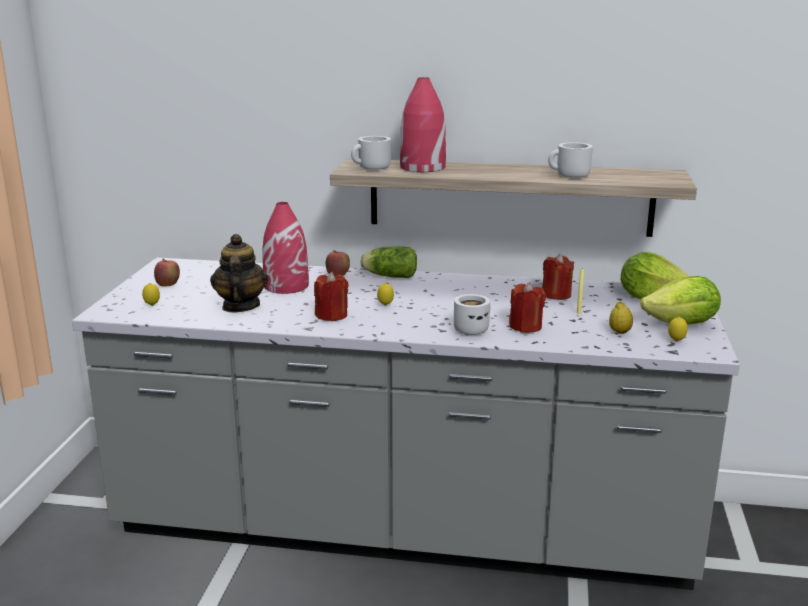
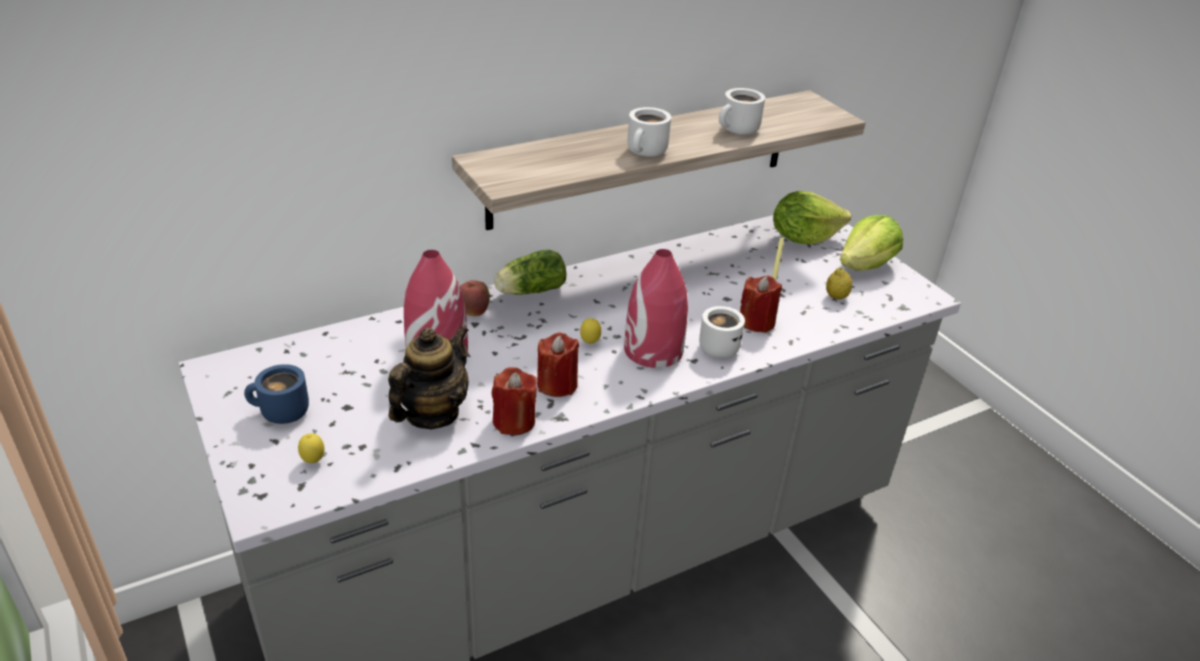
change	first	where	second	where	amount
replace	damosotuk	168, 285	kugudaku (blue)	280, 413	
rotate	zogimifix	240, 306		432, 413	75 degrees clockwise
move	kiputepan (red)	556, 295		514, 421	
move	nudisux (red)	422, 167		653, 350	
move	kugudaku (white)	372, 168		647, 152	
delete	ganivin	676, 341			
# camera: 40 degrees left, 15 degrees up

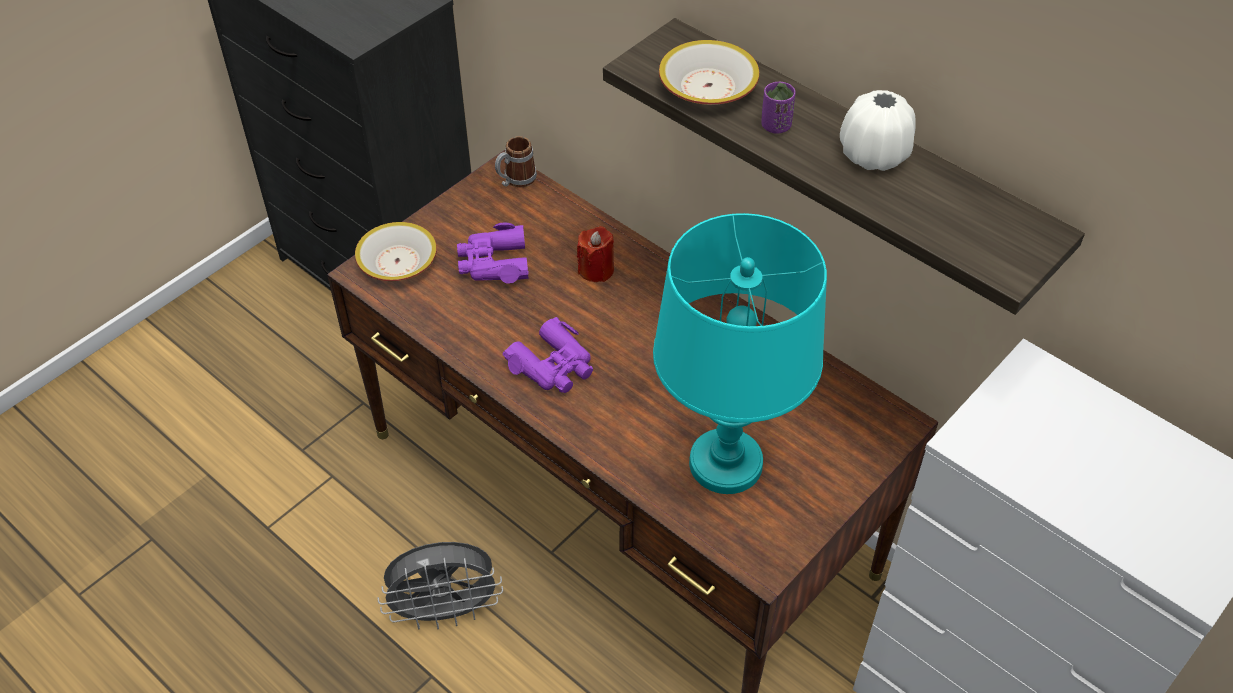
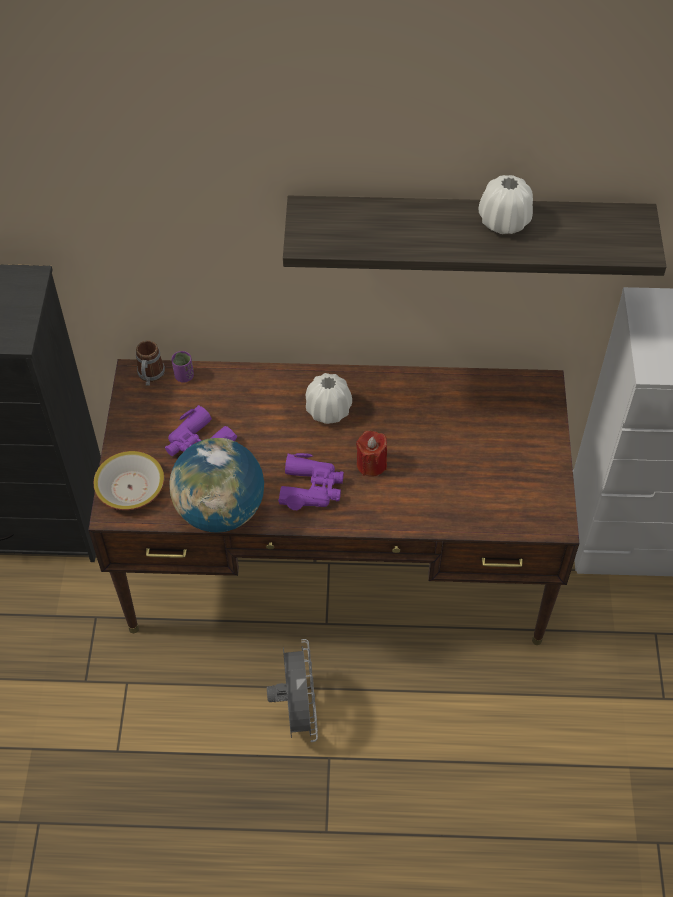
change	first	where	second	where	amount
insert			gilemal	220, 510	
move	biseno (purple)	775, 126		184, 376	
rotate	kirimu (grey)	446, 611		297, 711	45 degrees counterclockwise
insert			nudisux (white)	328, 410	
move	kiputepan (red)	596, 269		371, 464	
delete	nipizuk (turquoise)	726, 463			
delete	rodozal	708, 87			
# camera: 40 degrees left, 5 degrees up

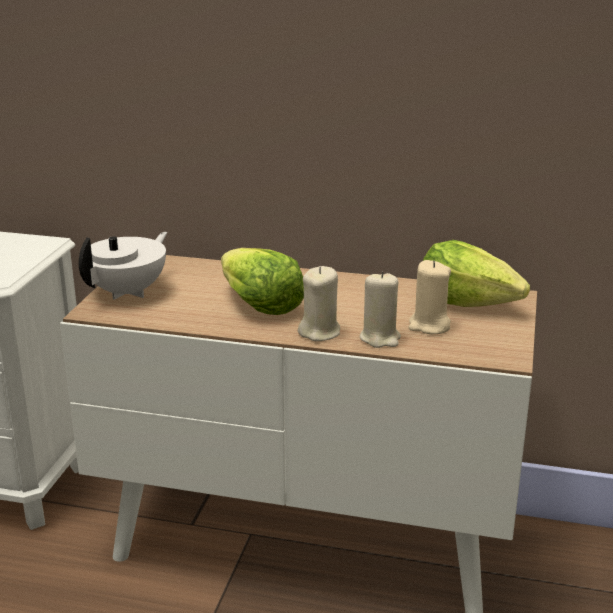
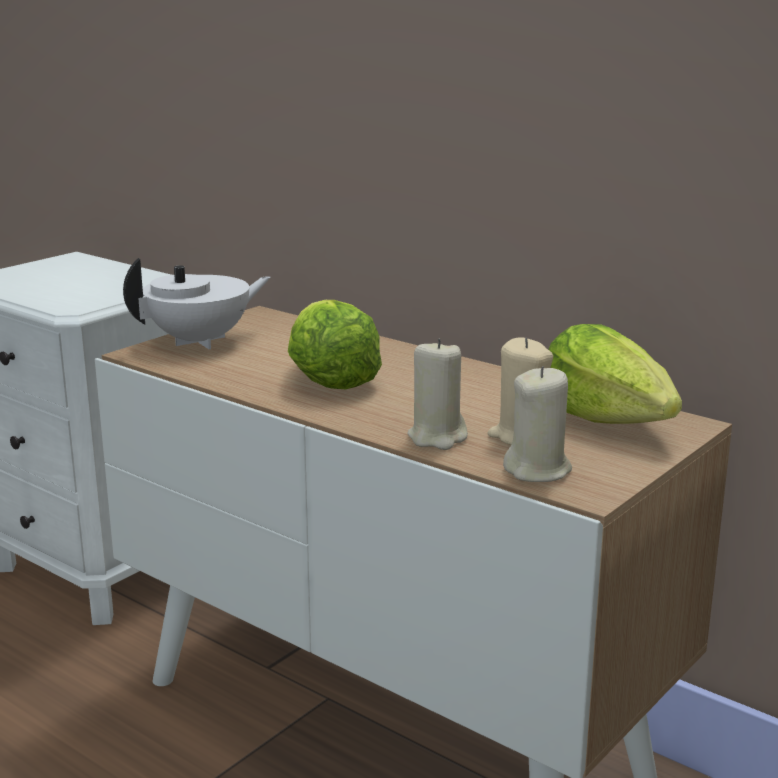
change	first	where	second	where	amount
move	kiputepan (beige)	320, 332		538, 470	
# camera: 25 degrees right, 5 degrees down

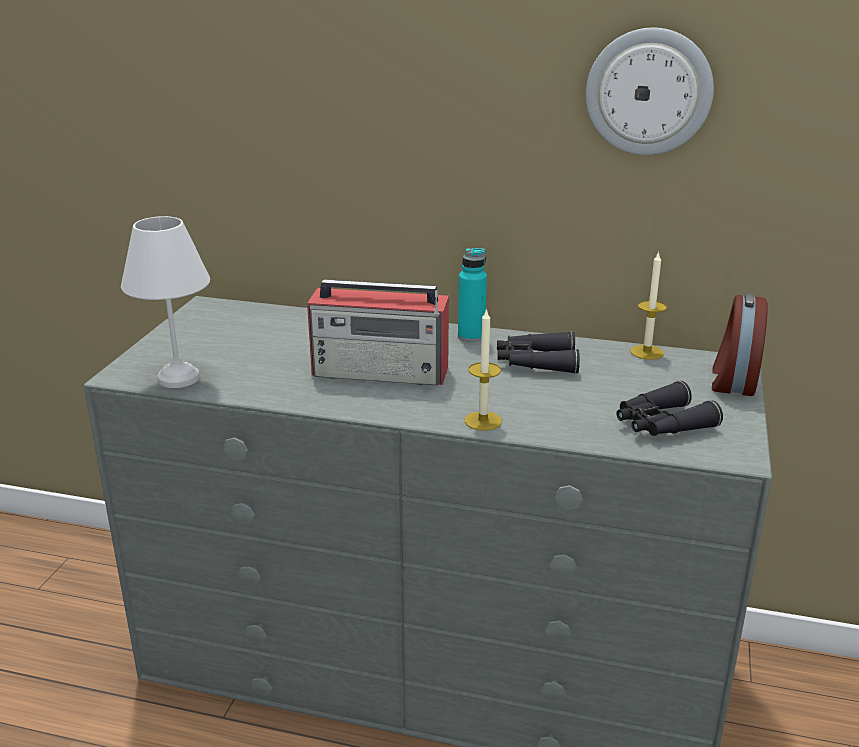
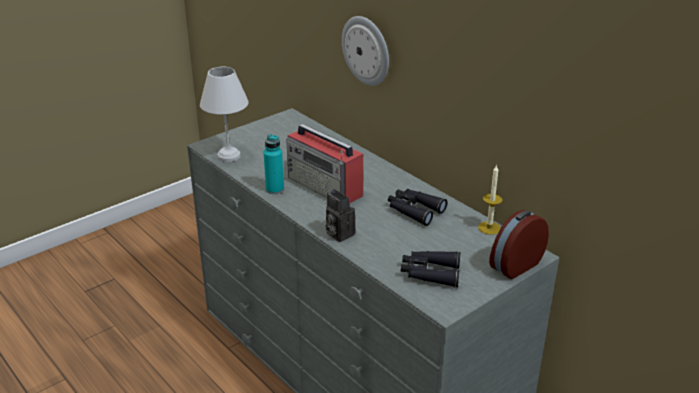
change	first	where	second	where	amount
move	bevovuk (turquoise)	471, 336		275, 189	
replace	kiputepan	483, 421	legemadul	338, 234	
move	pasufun	648, 92		366, 50	
# camera: 35 degrees right, 5 degrees up

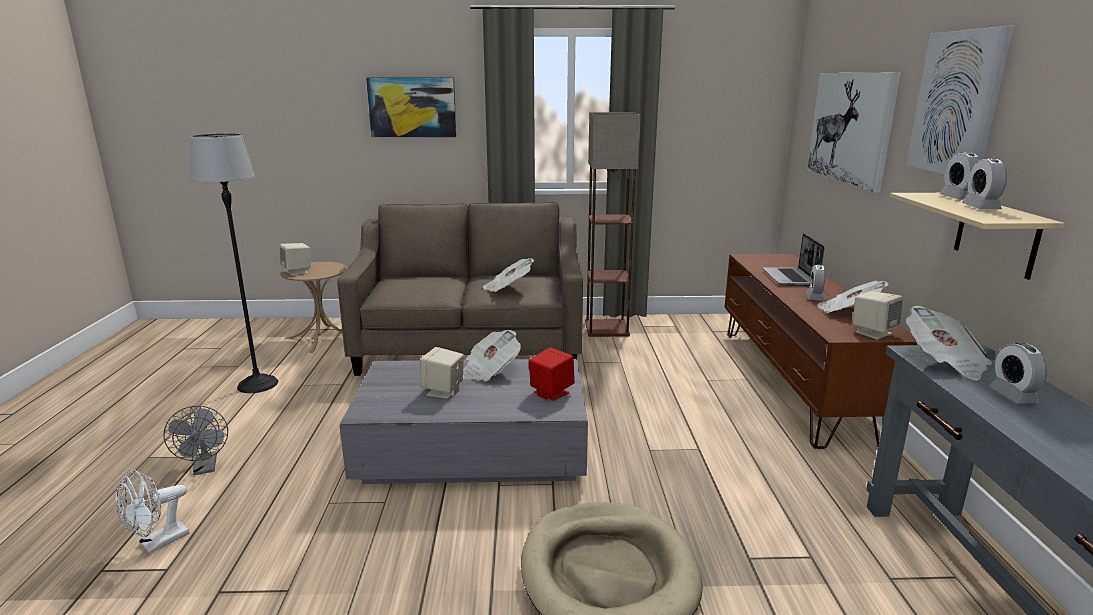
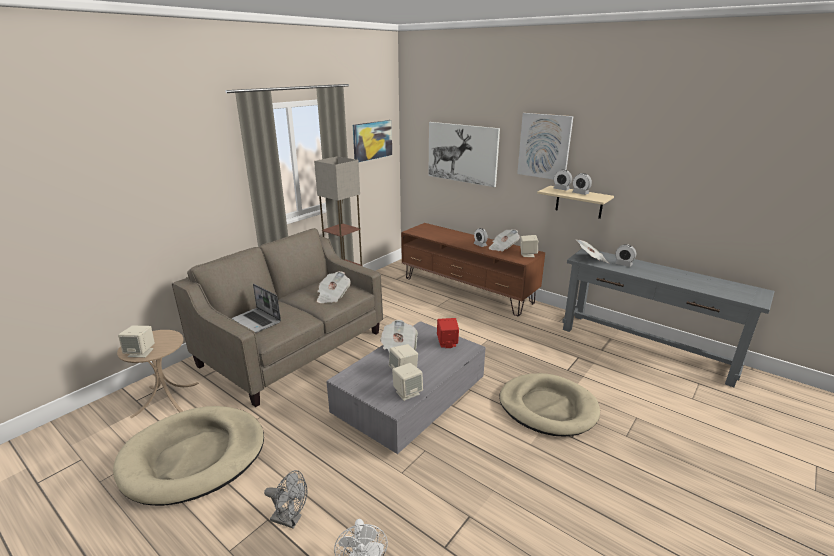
change	first	where	second	where	amount
replace	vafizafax	257, 384	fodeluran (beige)	194, 457	
move	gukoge	790, 278		257, 321	
move	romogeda	412, 107		372, 140	
insert			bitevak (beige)	407, 392	
# camera: 50 degrees left, 5 degrees up

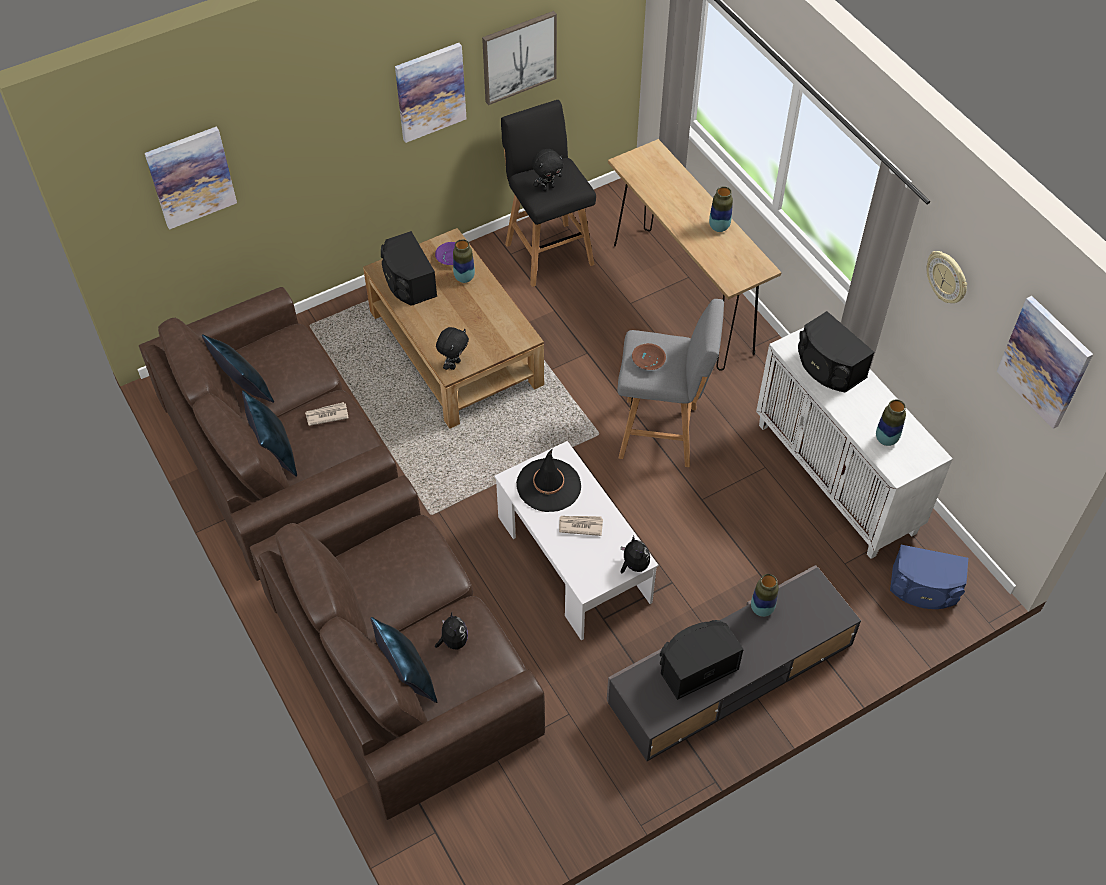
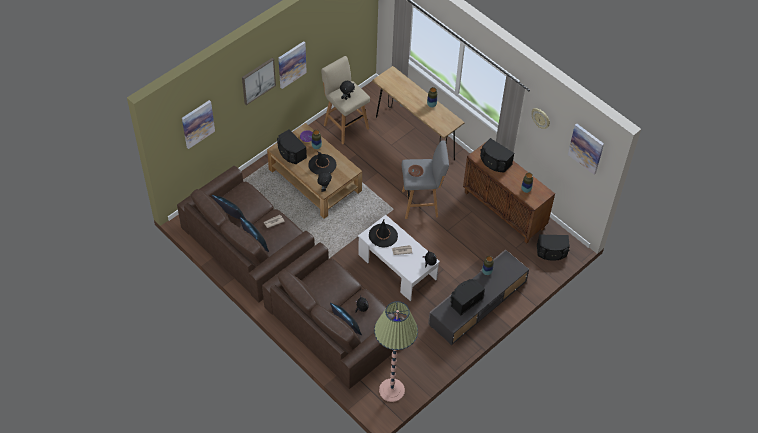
change	first	where	second	where	amount
move	romogeda	519, 57		258, 80	
insert			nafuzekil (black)	322, 165	
recolor	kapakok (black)	548, 252	kapakok (beige)	345, 125	
insert			vafizafax	391, 390	
recolor	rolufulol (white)	837, 478	rolufulol (brown)	504, 210	
recolor	bitevak (blue)	924, 589	bitevak (black)	551, 252	
# camera: 15 degrees left, 0 degrees up

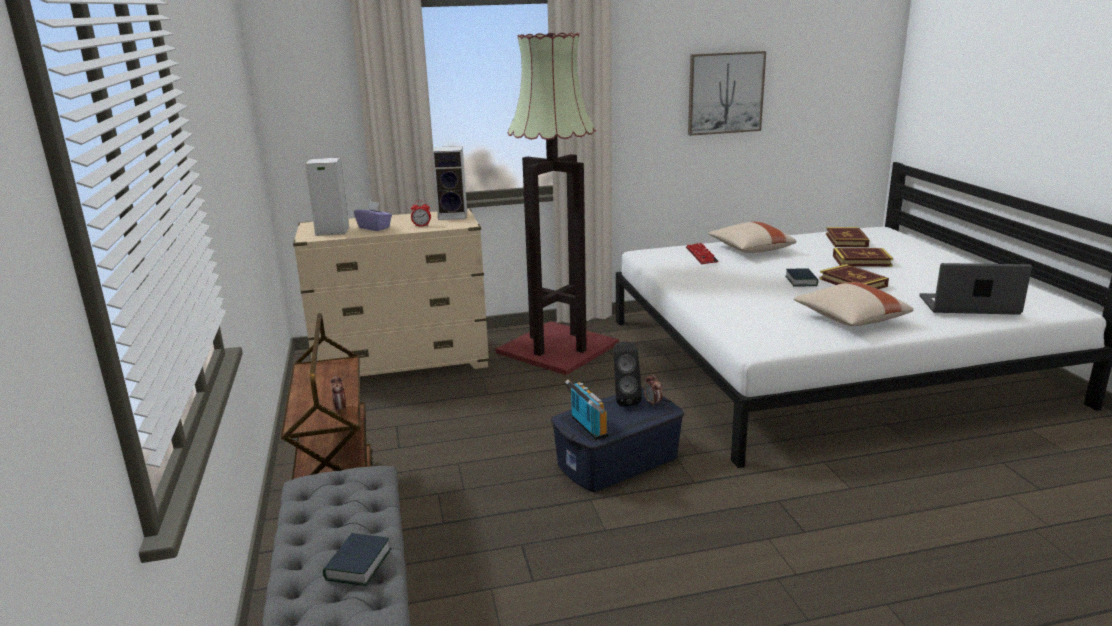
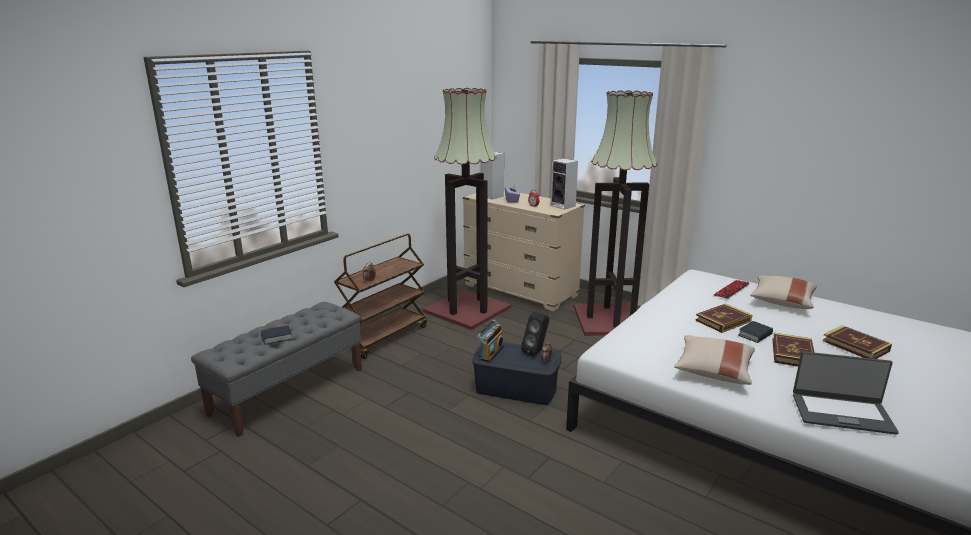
change	first	where	second	where	amount
insert			vafizafax	468, 309	
move	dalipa	846, 240		723, 321	
rotate	gukoge	969, 306		841, 413	135 degrees clockwise
delete	romogeda	725, 93			
# camera: 50 degrees right, 0 degrees up

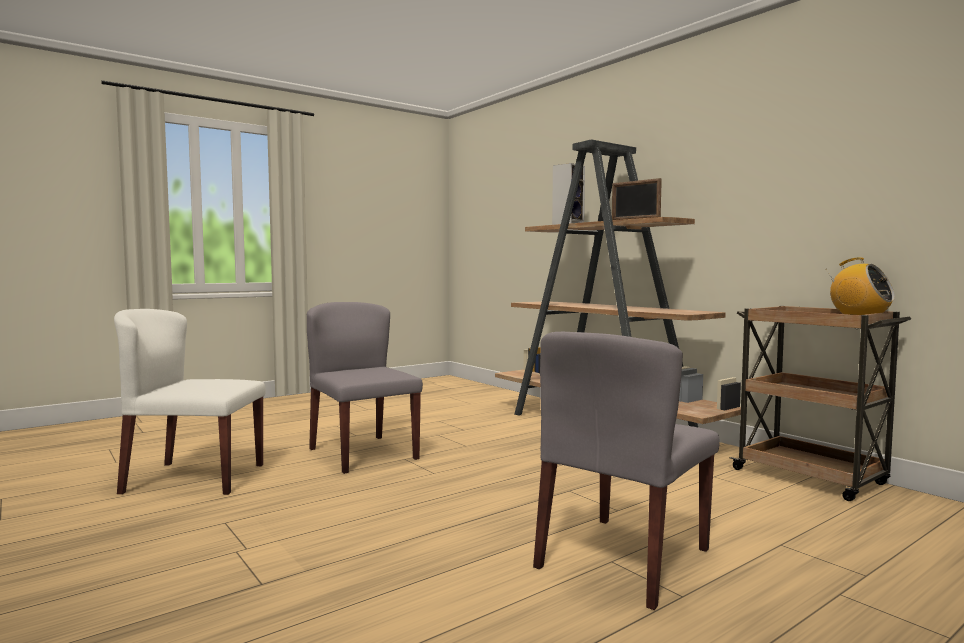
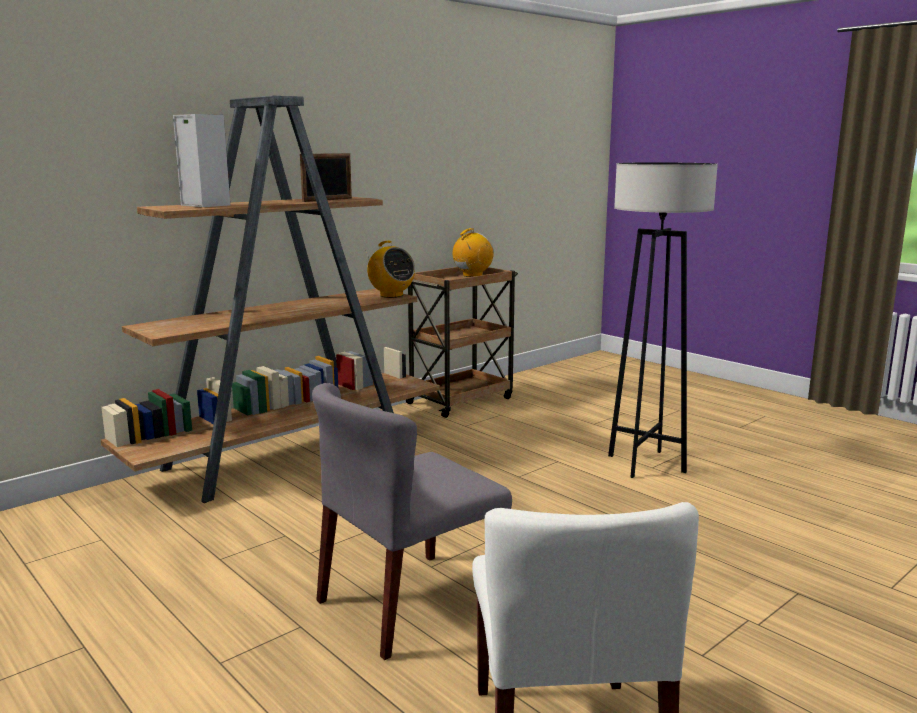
change	first	where	second	where	amount
insert			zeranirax	391, 295	
replace	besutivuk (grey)	623, 559	vafizafax (grey)	646, 464	
# camera: 95 degrees left, 10 degrees up

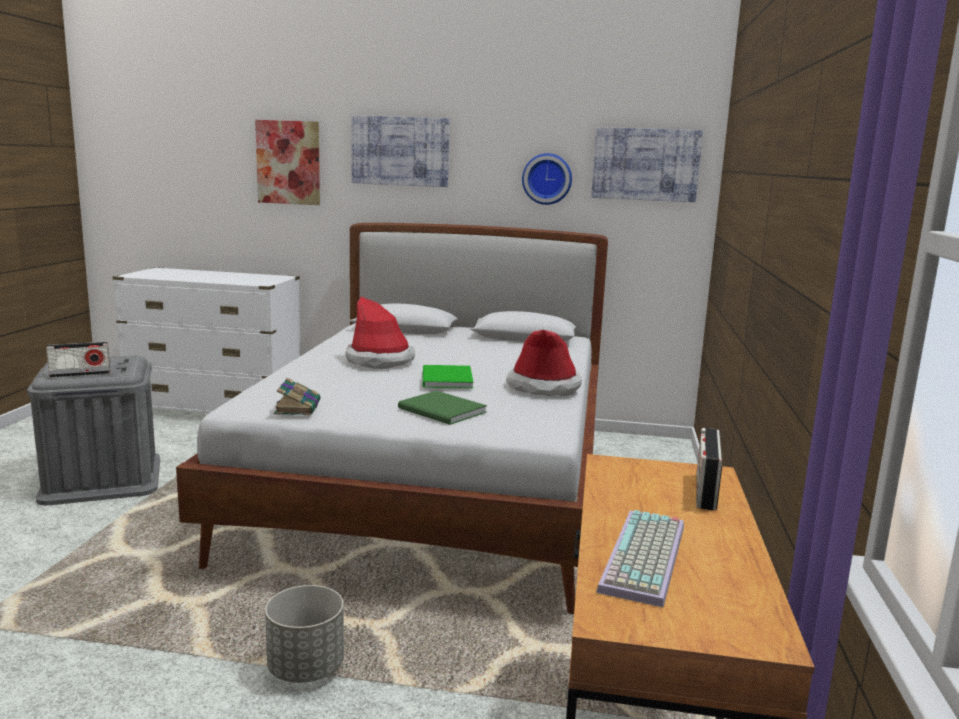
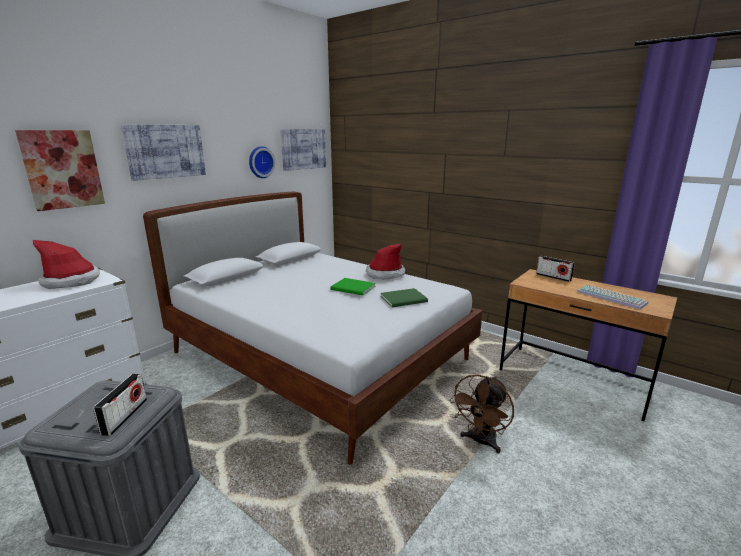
change	first	where	second	where	amount
move	nafuzekil	380, 360		71, 281	
replace	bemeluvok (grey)	306, 669	kirimu (brown)	480, 442	
delete	dalipa	298, 407			
# camera: 60 degrees left, 5 degrees up

